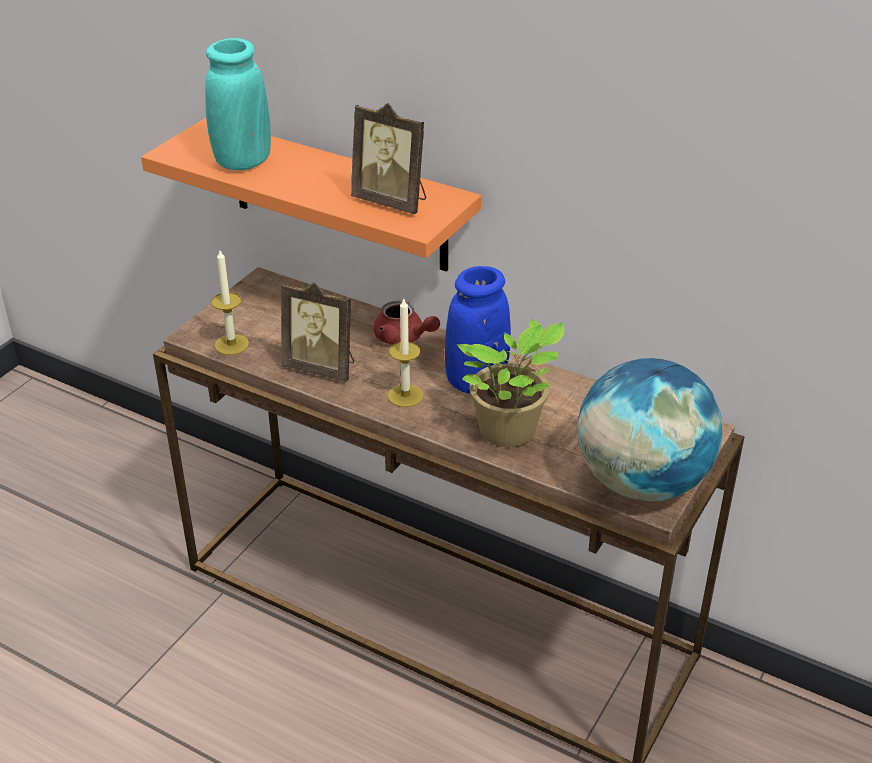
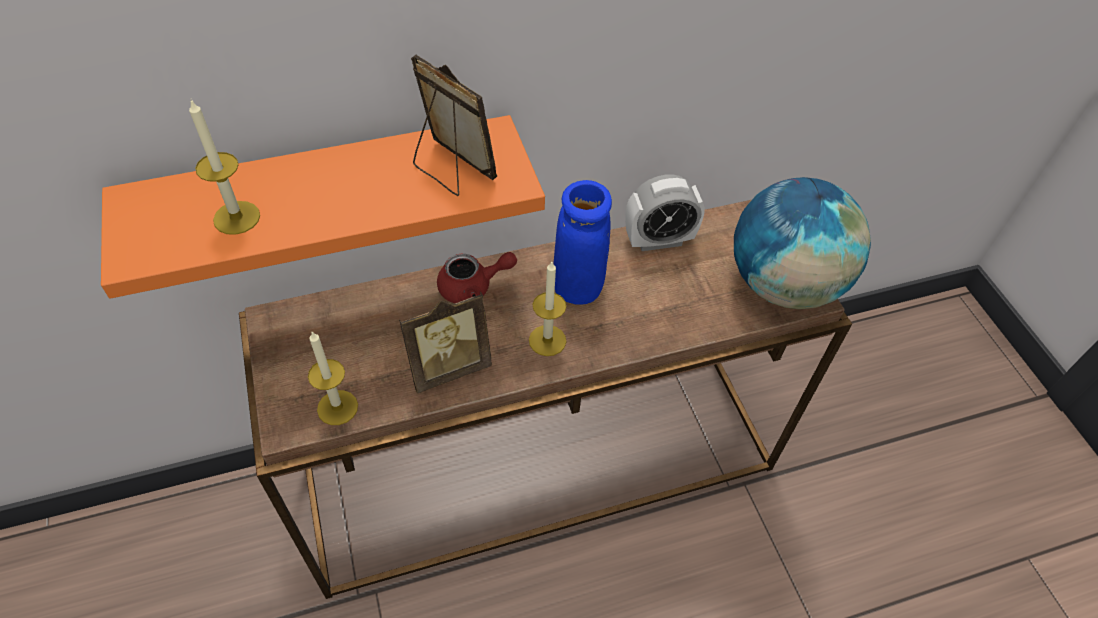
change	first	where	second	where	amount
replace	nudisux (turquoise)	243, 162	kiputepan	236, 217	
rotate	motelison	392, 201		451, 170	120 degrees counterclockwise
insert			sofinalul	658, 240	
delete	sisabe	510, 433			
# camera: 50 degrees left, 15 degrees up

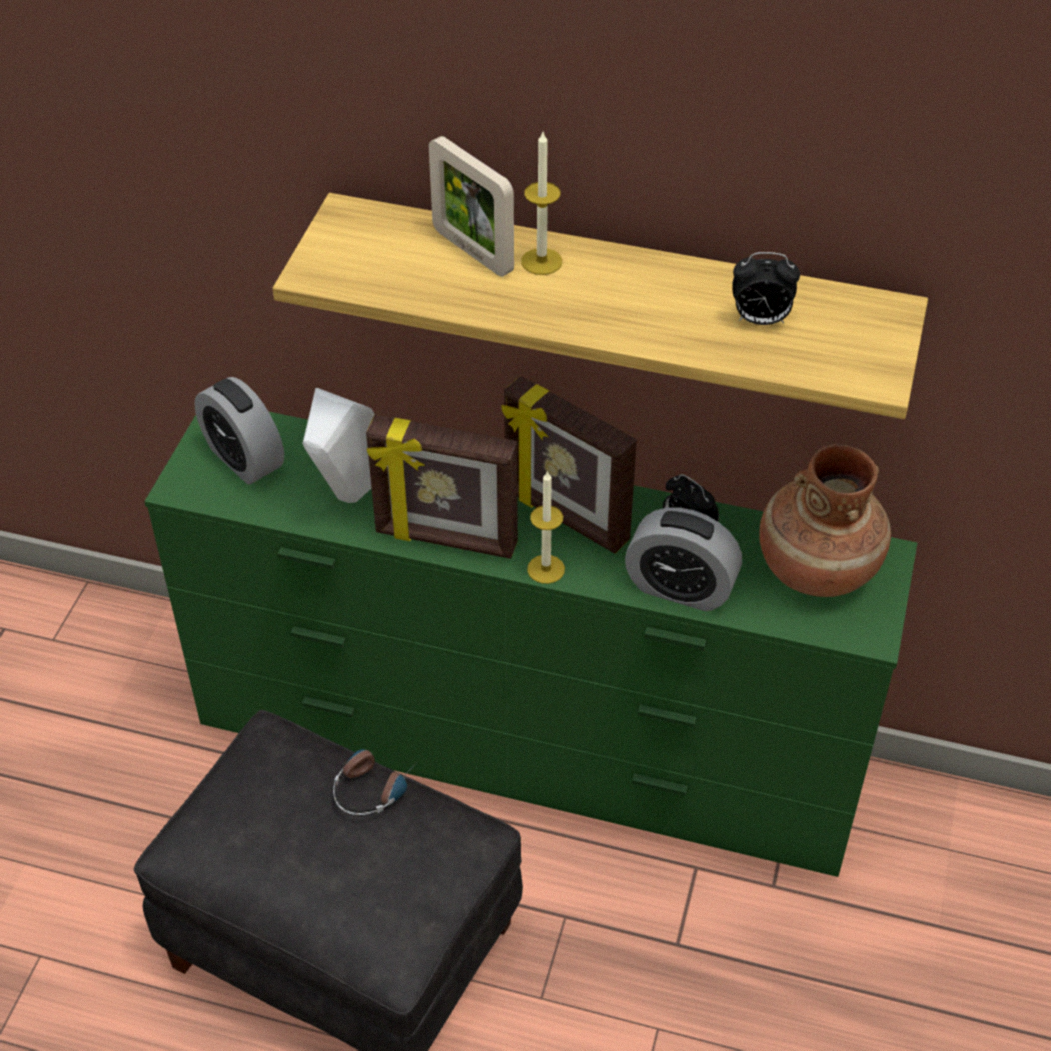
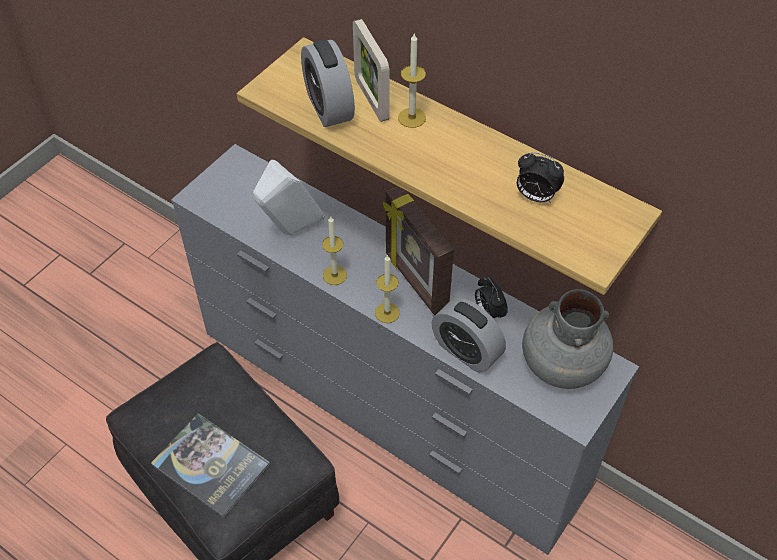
change	first	where	second	where	amount
insert			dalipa	211, 465	
recolor	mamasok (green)	526, 748	mamasok (grey)	389, 408	
move	sofinalul	244, 459		329, 107	
replace	motelison	445, 540	kiputepan	334, 275	
recolor	nudisux (brown)	816, 568	nudisux (grey)	561, 364	
delete	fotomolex	376, 784			
# camera: 20 degrees right, 5 degrees up

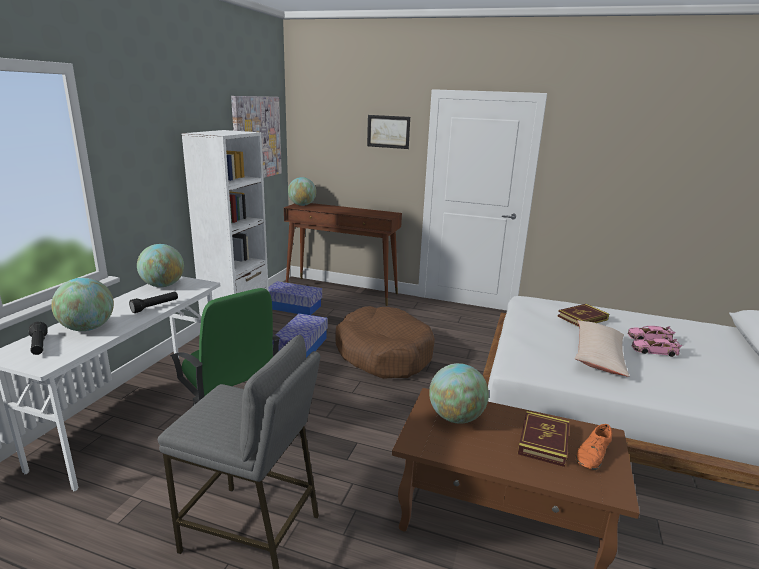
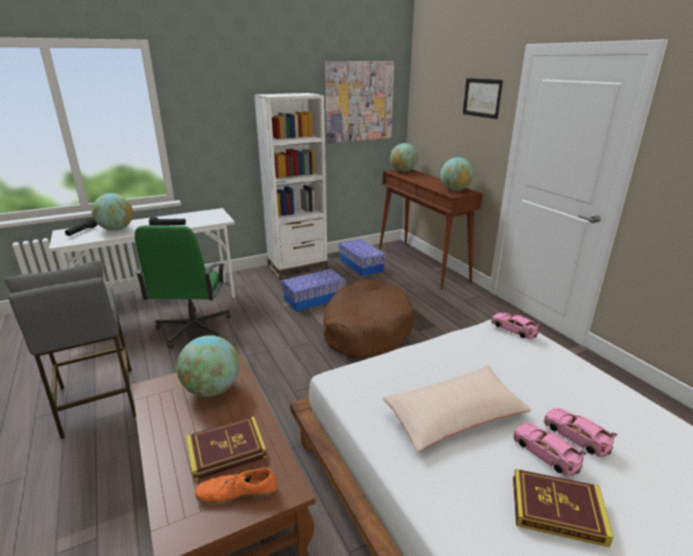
change	first	where	second	where	amount
move	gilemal	163, 285		455, 190	
insert			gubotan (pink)	513, 329	
move	dalipa	582, 318		557, 510	
# camera: 45 degrees right, 5 degrees up

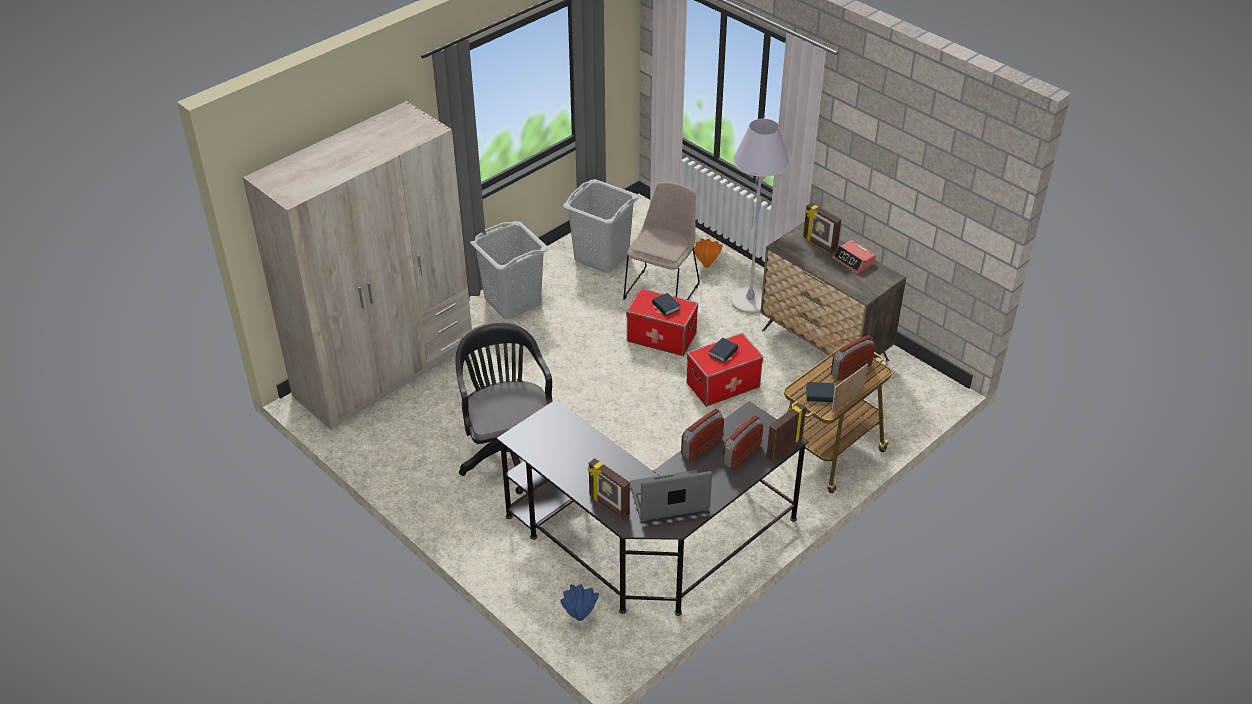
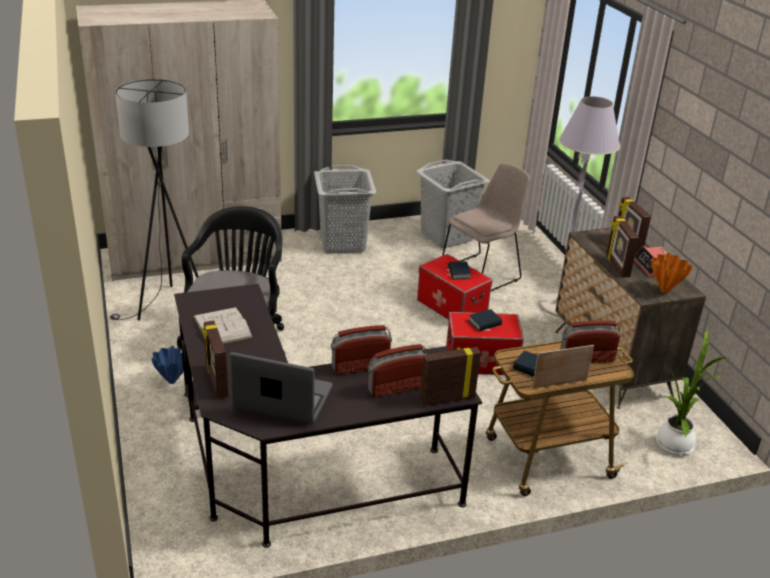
change	first	where	second	where	amount
insert			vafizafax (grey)	168, 308	
move	nudisux (blue)	579, 617		171, 381	
insert			dalipa (white)	222, 327	
insert			motelison	616, 266	
move	nudisux (orange)	706, 266		664, 290	
insert			sisabe	675, 442	
# camera: 25 degrees right, 10 degrees down

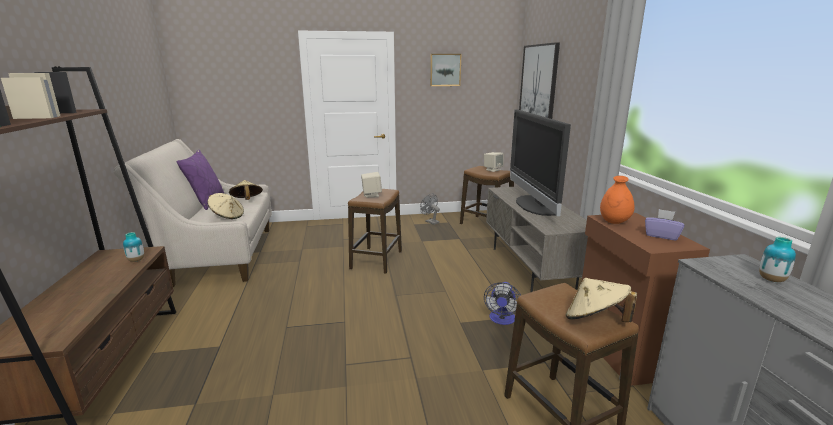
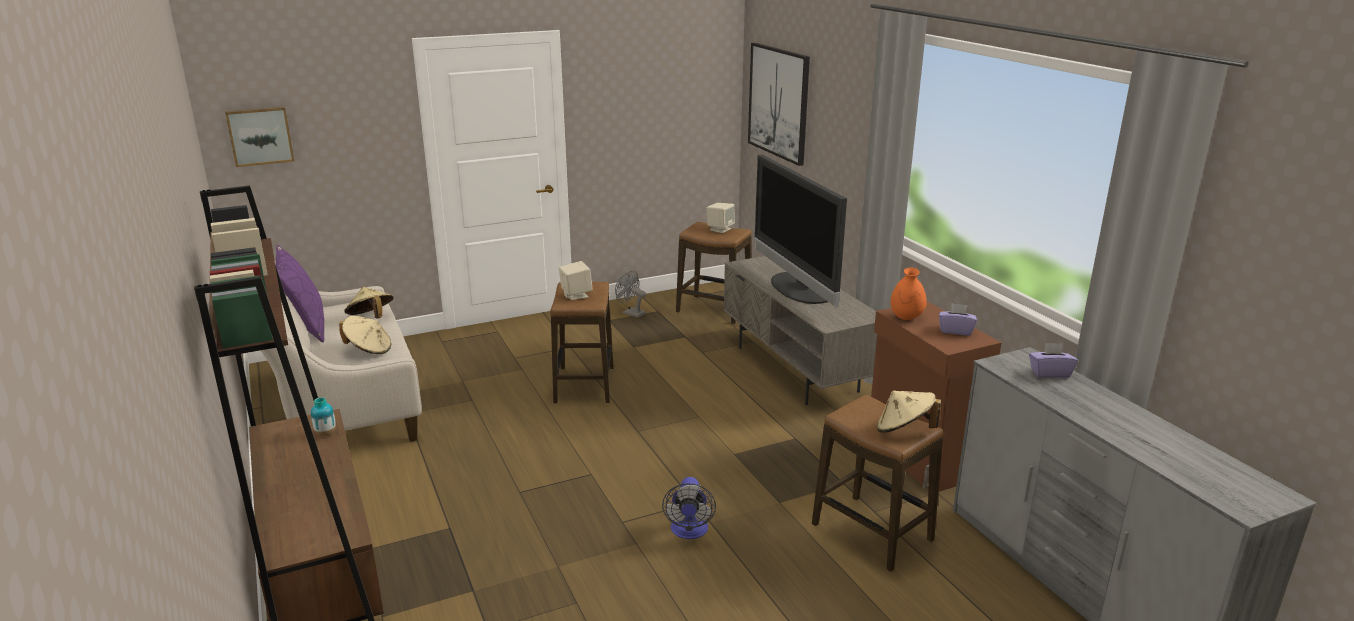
change	first	where	second	where	amount
move	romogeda	445, 70		260, 136	
move	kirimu	502, 320		689, 531	
replace	nudisux	771, 280	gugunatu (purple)	1050, 373	
# camera: 15 degrees left, 5 degrees up

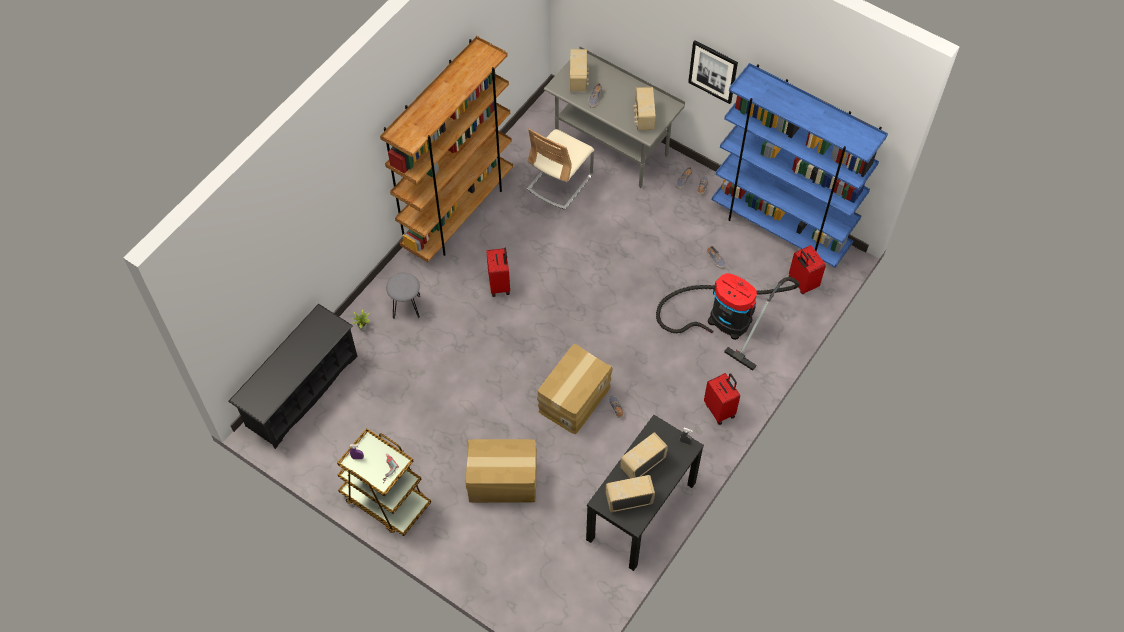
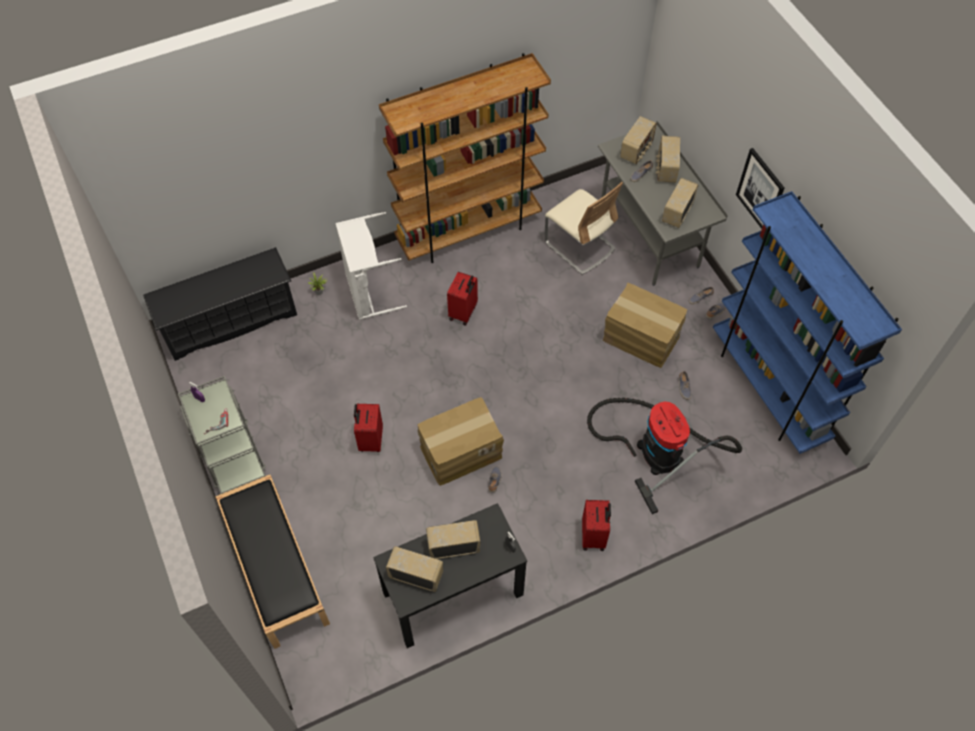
change	first	where	second	where	amount
recolor	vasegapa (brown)	385, 500	vasegapa (grey)	232, 455	
insert			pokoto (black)	275, 567	
replace	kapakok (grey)	406, 307	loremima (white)	368, 292	
move	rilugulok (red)	802, 283		370, 440	
rotate	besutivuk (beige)	559, 182		579, 246	105 degrees counterclockwise
move	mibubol	502, 481		640, 338	
insert			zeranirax	666, 169	
# camera: 30 degrees right, 0 degrees up

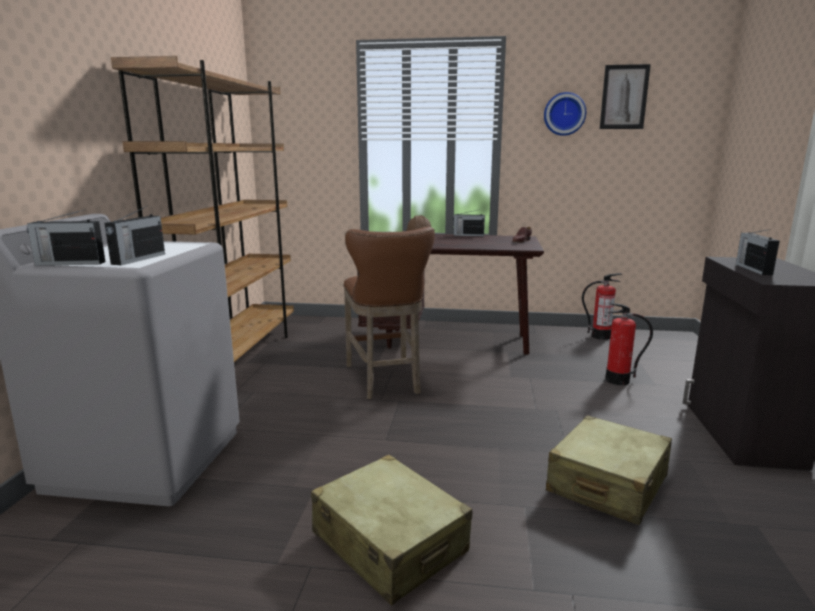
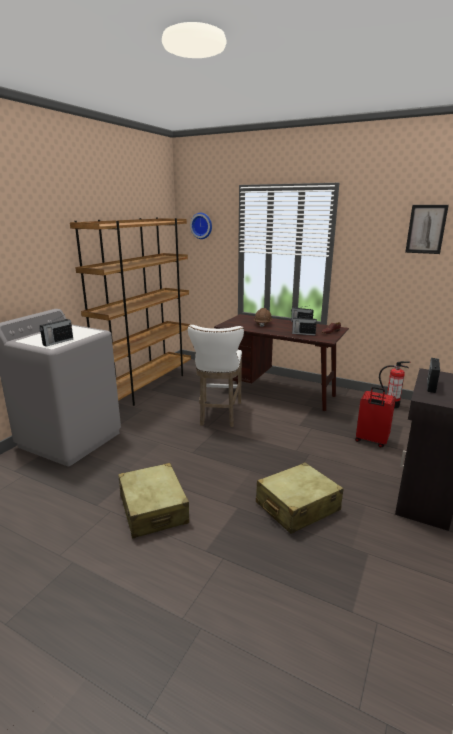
change	first	where	second	where	amount
recolor	kapakok (brown)	385, 380	kapakok (white)	218, 415	
move	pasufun	564, 114		202, 225	
move	zeranirax	69, 263		303, 333	
replace	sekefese	617, 380	rilugulok (red)	371, 441	
# camera: 20 degrees right, 5 degrees up

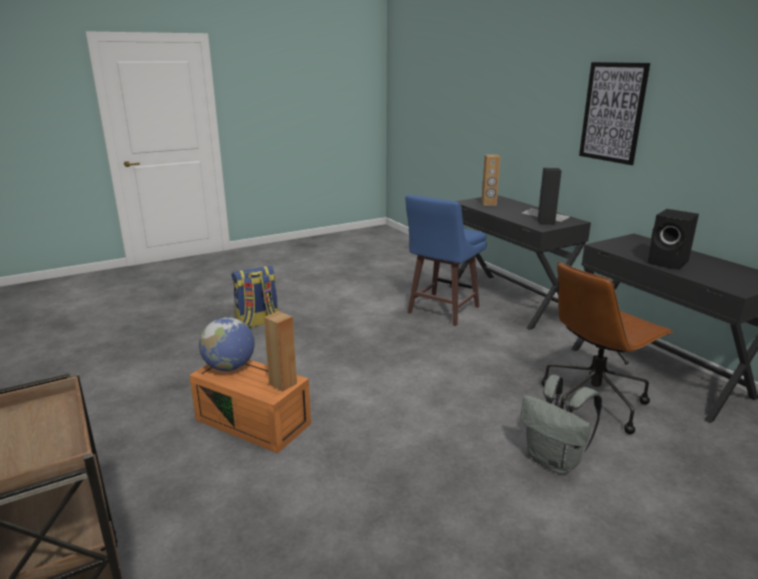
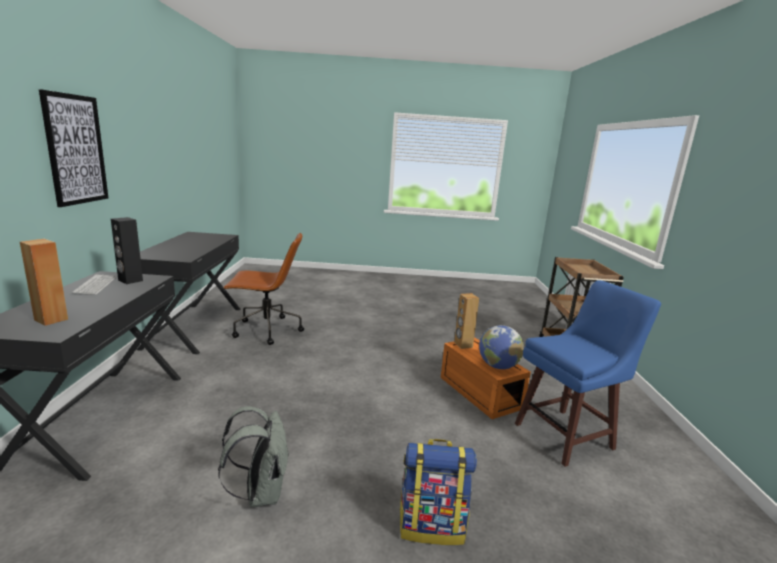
change	first	where	second	where	amount
move	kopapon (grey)	555, 461		260, 492	
move	kapakok (blue)	442, 310		566, 436	
delete	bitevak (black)	669, 262			
# camera: 150 degrees left, 5 degrees down

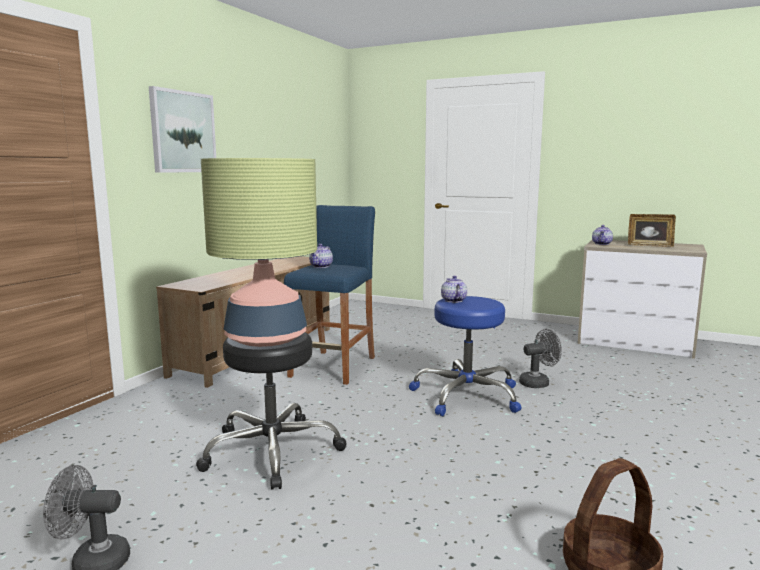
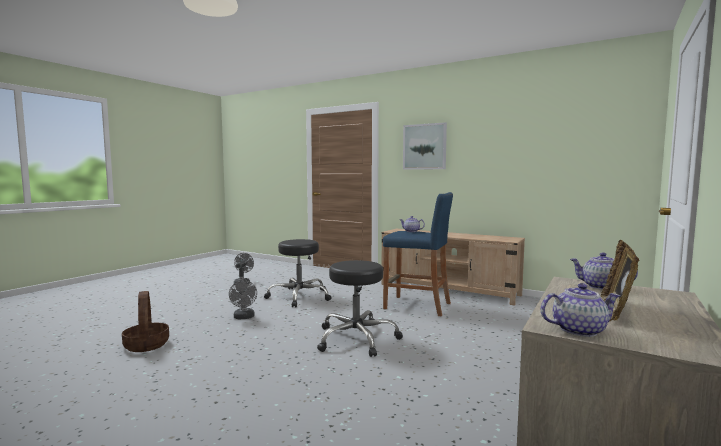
change	first	where	second	where	amount
move	kirimu (grey)	538, 383		244, 317	
recolor	kapakok (blue)	466, 395	kapakok (black)	357, 338	
move	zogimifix	453, 300		578, 330	
delete	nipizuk	266, 338			
# camera: 95 degrees right, 5 degrees down

